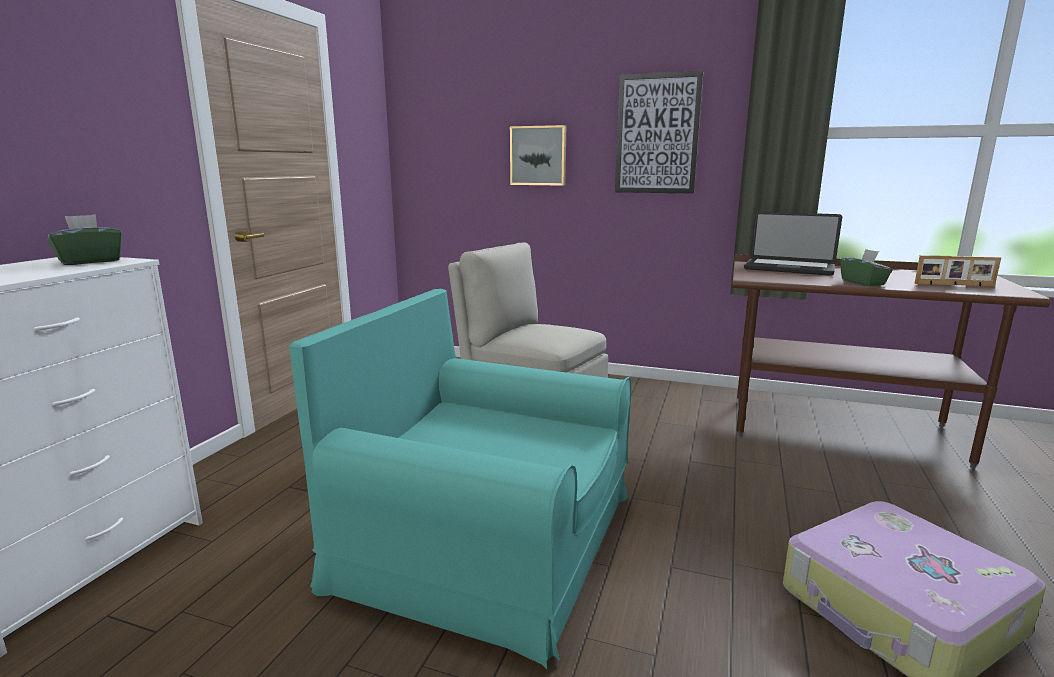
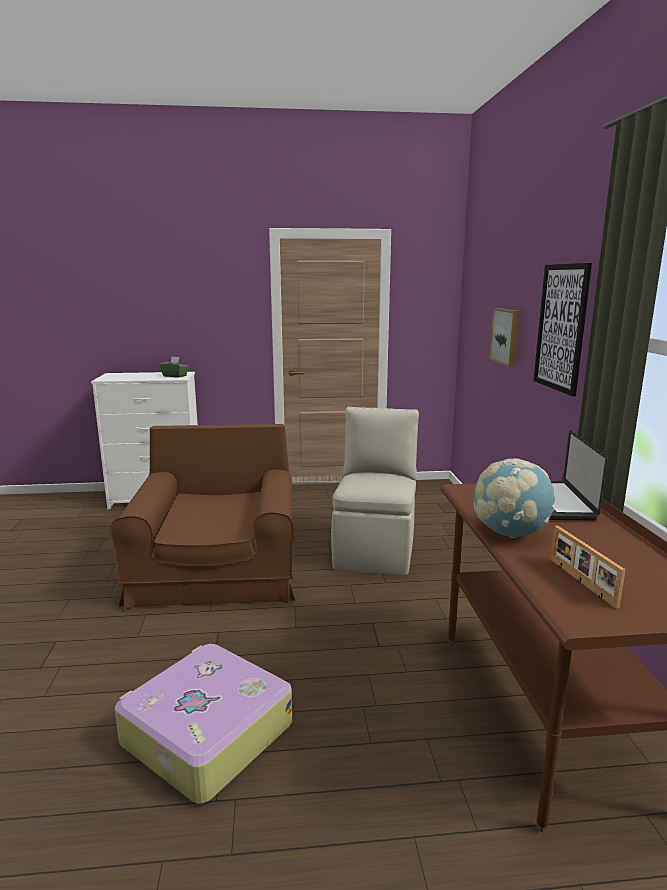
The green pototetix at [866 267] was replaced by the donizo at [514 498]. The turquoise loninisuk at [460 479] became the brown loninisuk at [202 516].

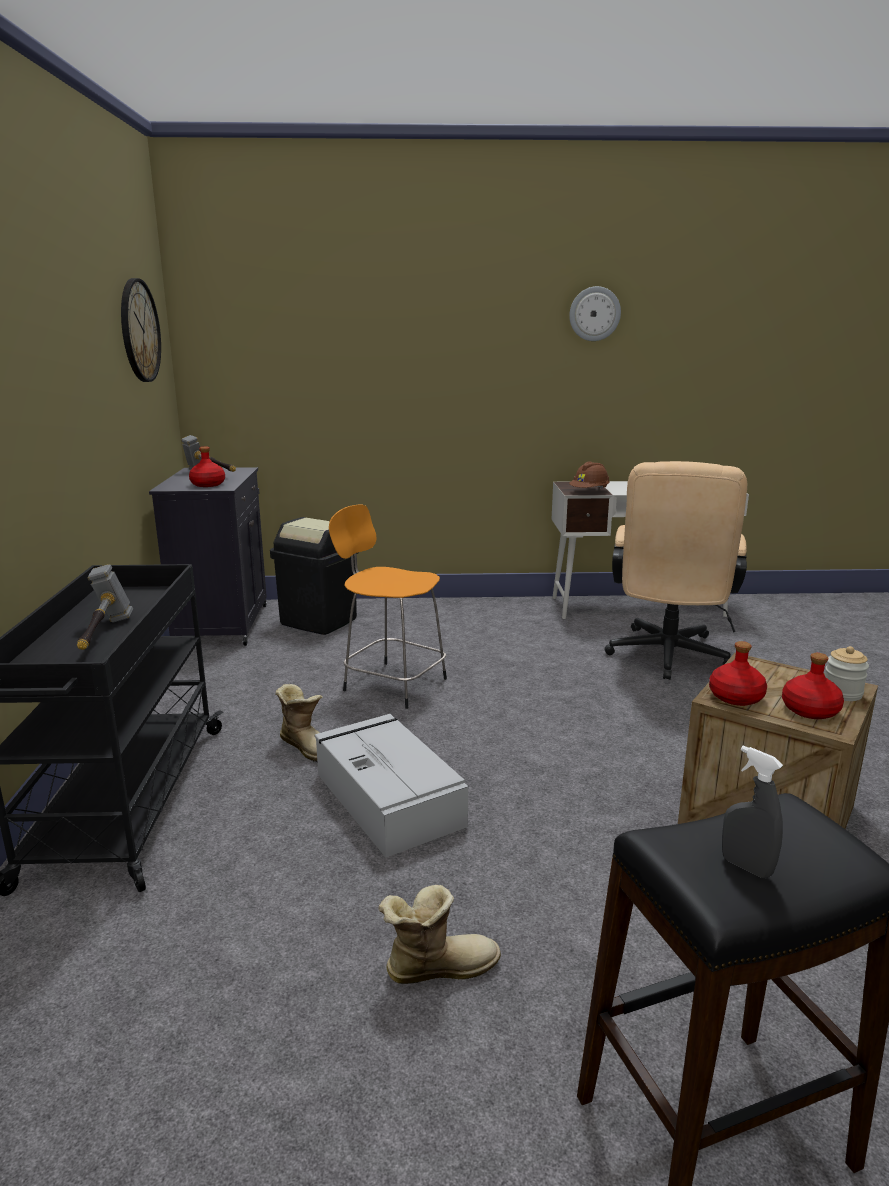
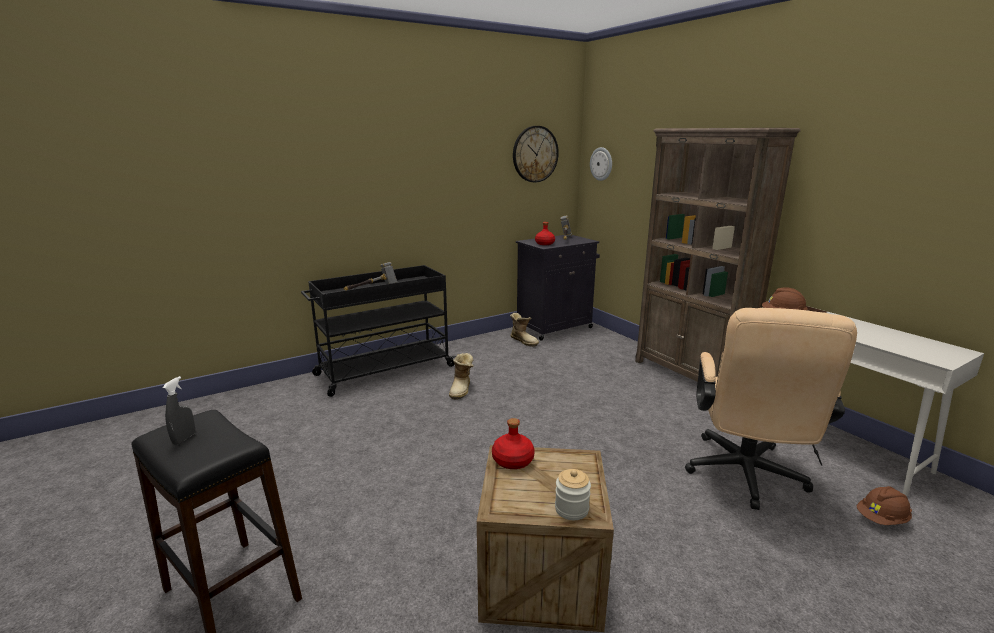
The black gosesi at [314 576] disappeared. The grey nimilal at [391 785] disappeared. The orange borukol at [388 607] disappeared. The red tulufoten at [813 686] disappeared. The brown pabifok at [718 255] appeared. The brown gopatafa at [884 505] appeared. The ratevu moved from [439 934] to [524 330]. The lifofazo moved from [595 313] to [601 164]. The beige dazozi at [675 570] turned 60 degrees counterclockwise.

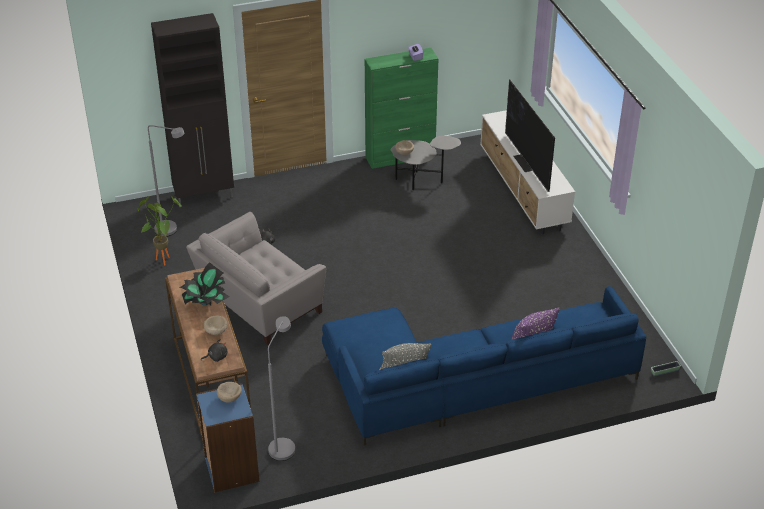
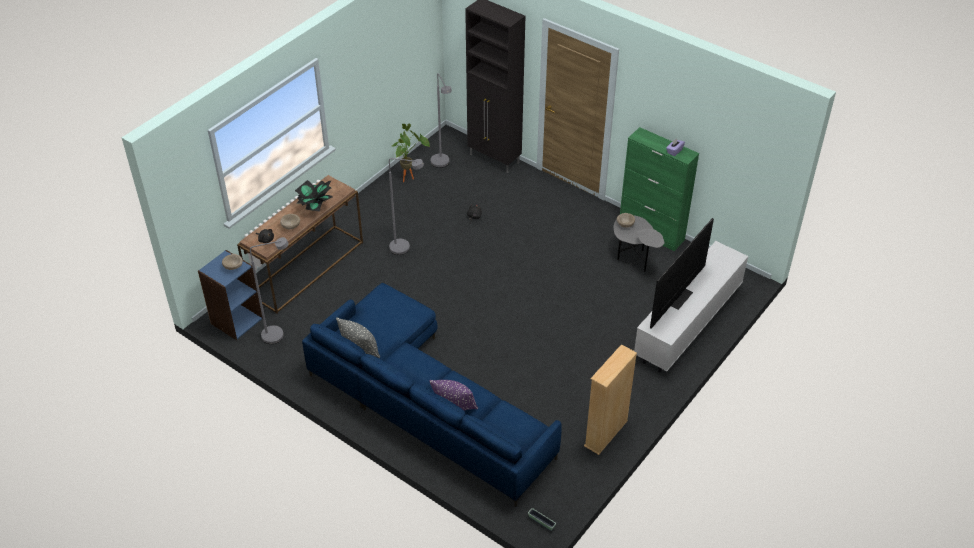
The beige pabifok at [610 399] appeared. The grey loninisuk at [256 278] was replaced by the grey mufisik at [406 206].

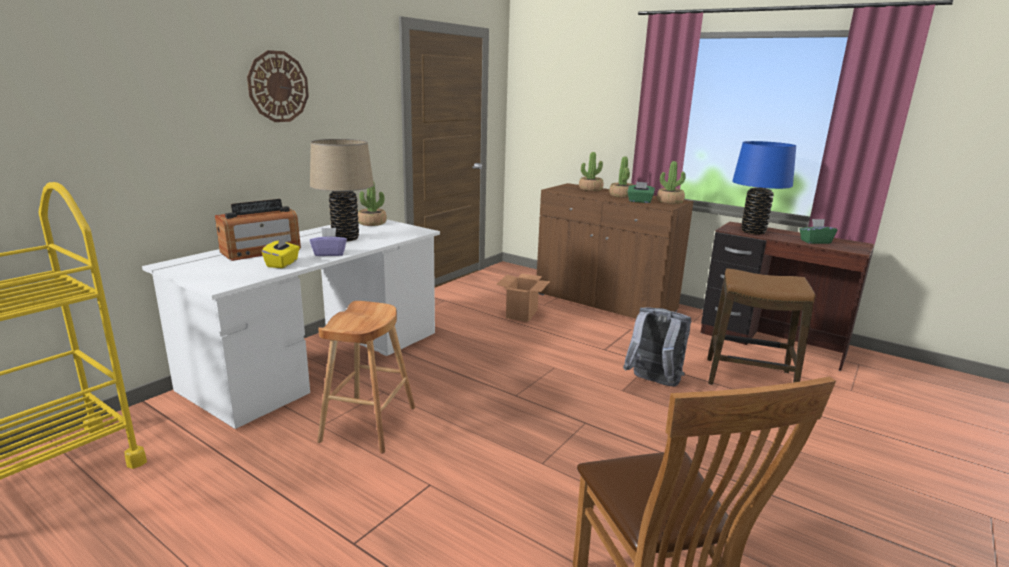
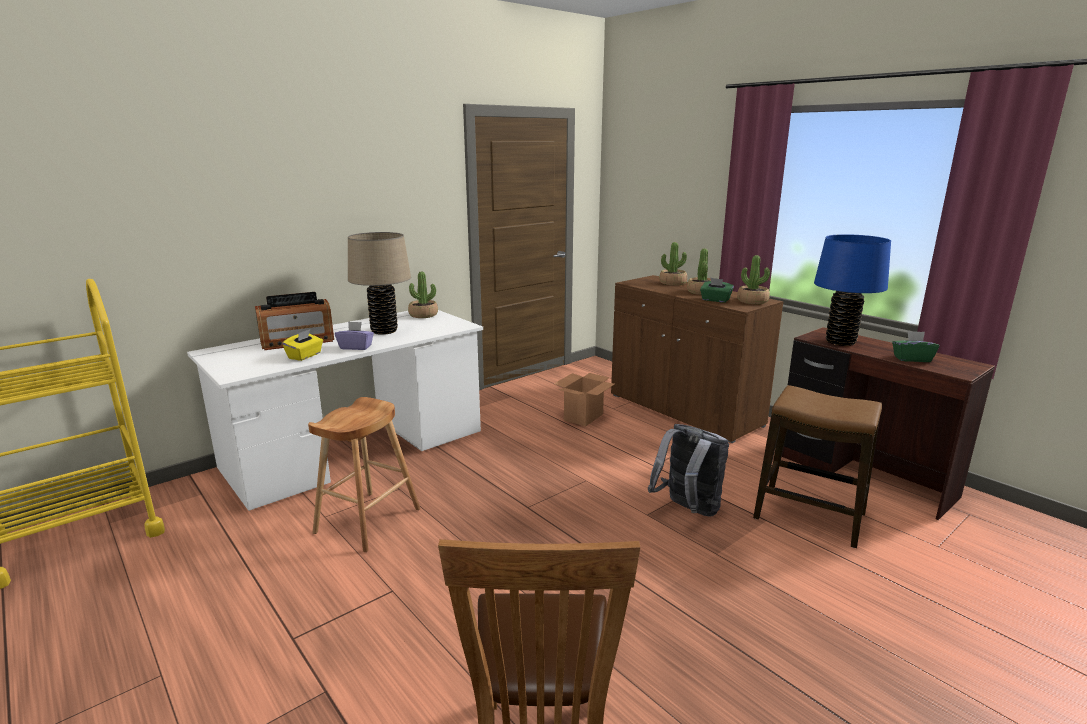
The lifofazo at [278 86] disappeared.

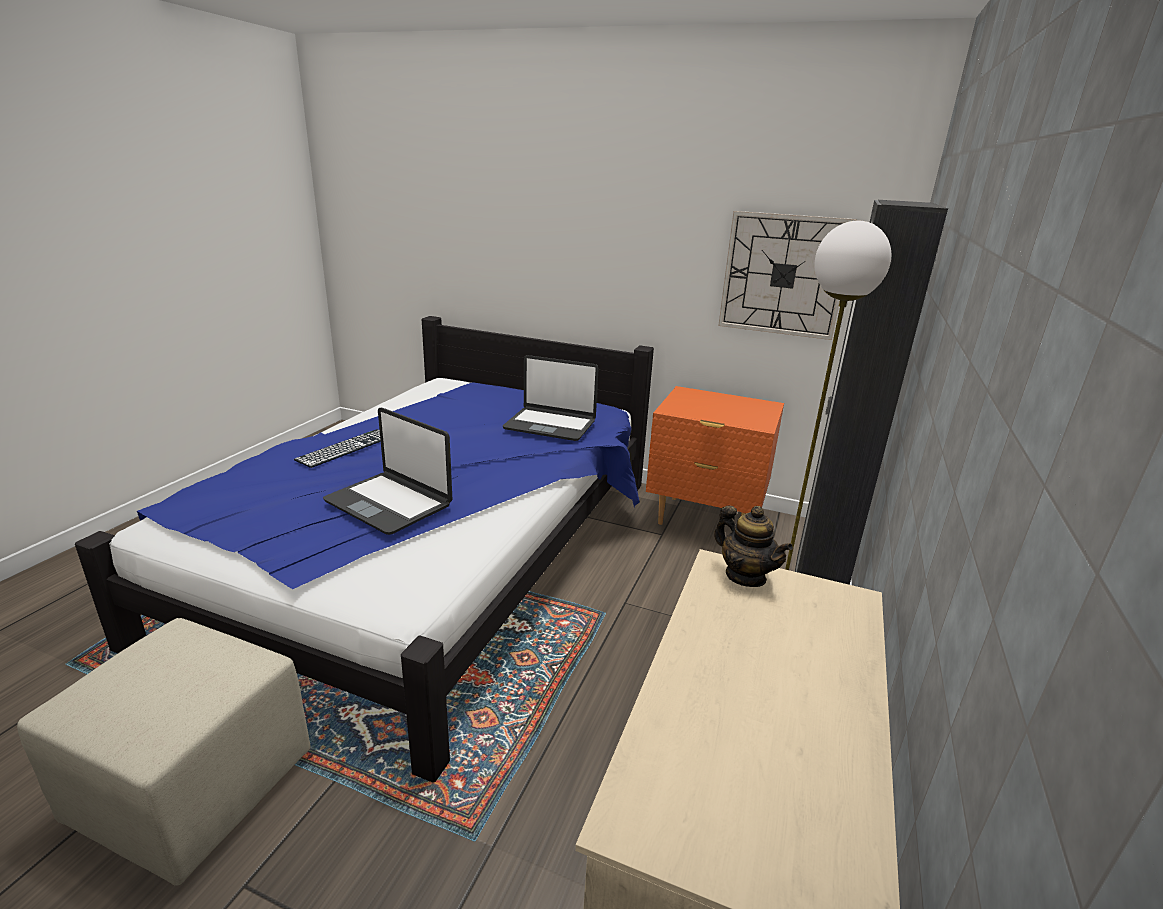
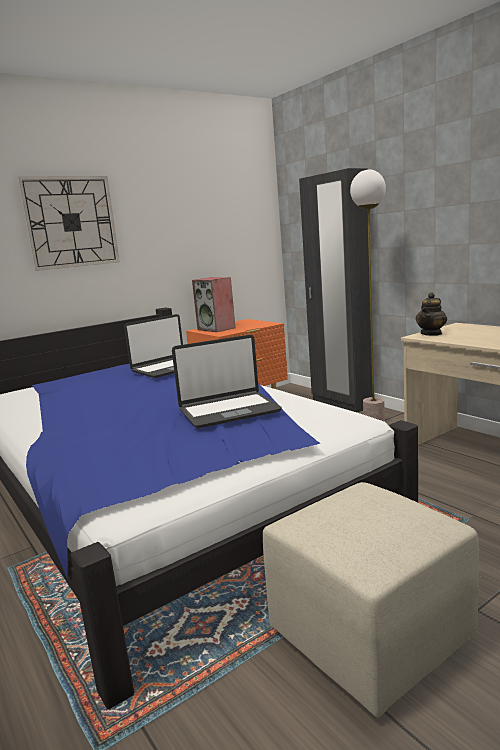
The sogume at [337 448] disappeared. The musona at [213 304] appeared. The lifofazo moved from [787 275] to [68 223]. The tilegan at [753 546] turned 135 degrees clockwise.

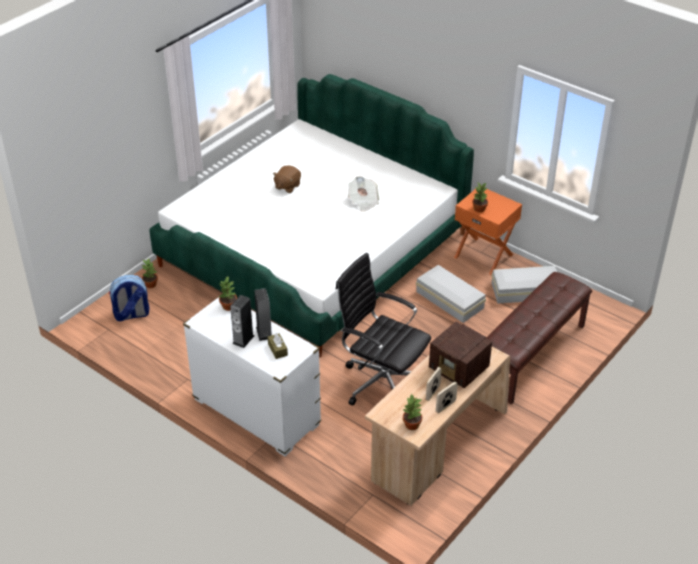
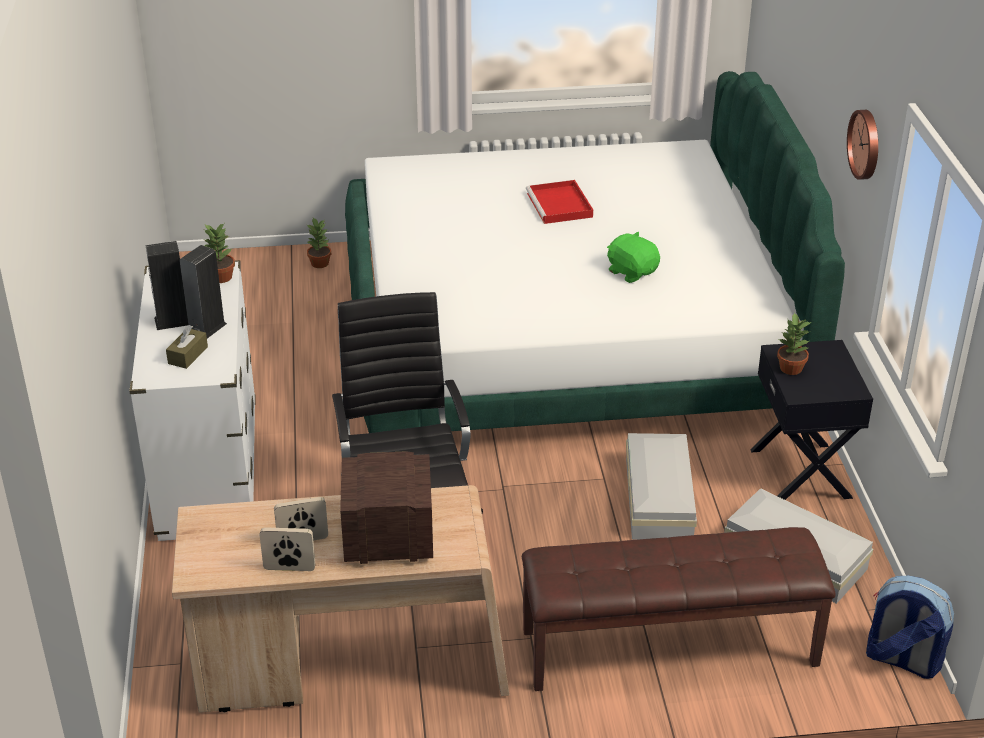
The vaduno at [412 412] disappeared. The lifofazo at [862 145] appeared. The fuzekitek moved from [129 298] to [910 627]. The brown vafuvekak at [287 179] was replaced by the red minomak at [559 202]. The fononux at [363 194] was replaced by the green vafuvekak at [633 257]. The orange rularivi at [488 232] became the black rularivi at [811 420]. The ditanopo at [460 355] turned 90 degrees clockwise.

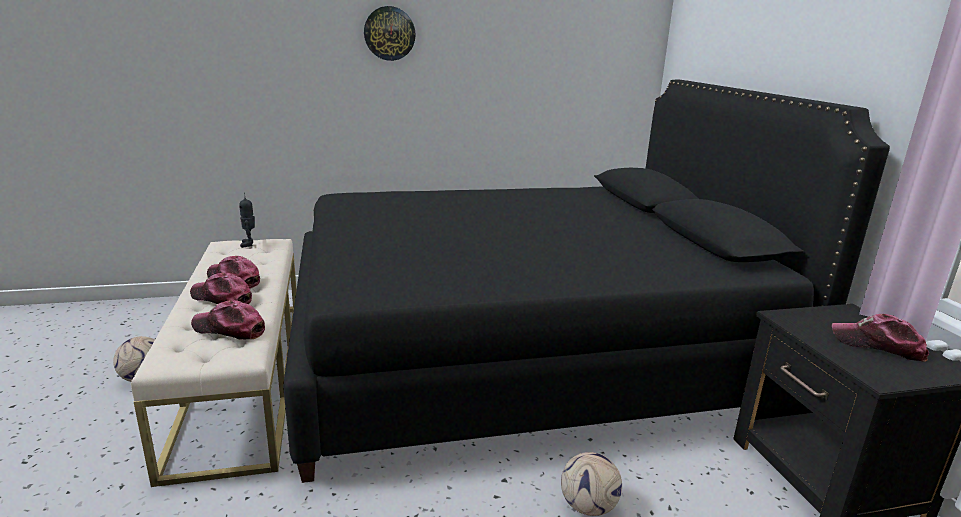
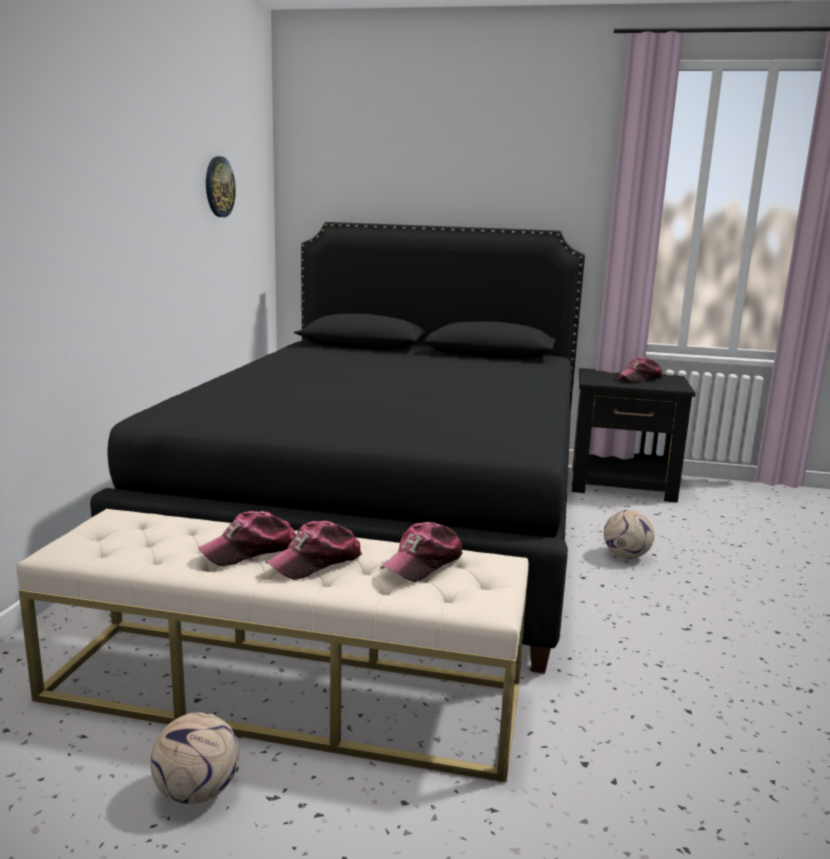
The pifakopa at [247 220] disappeared. The lifofazo moved from [390 33] to [221 186].

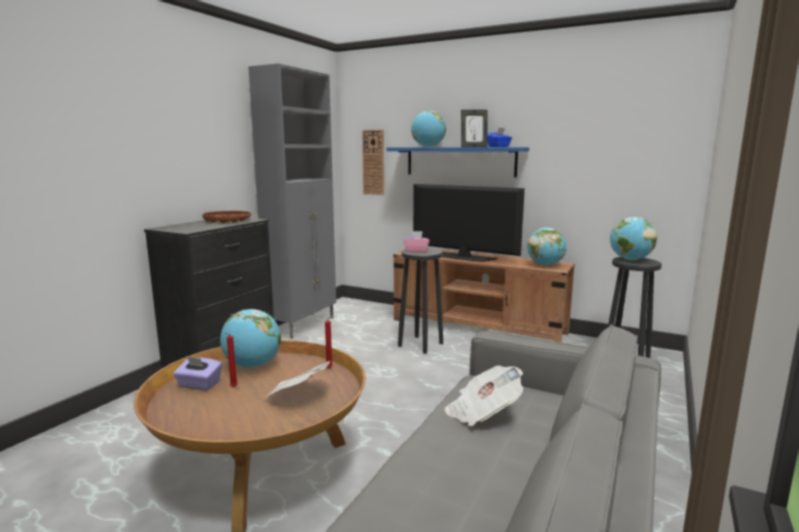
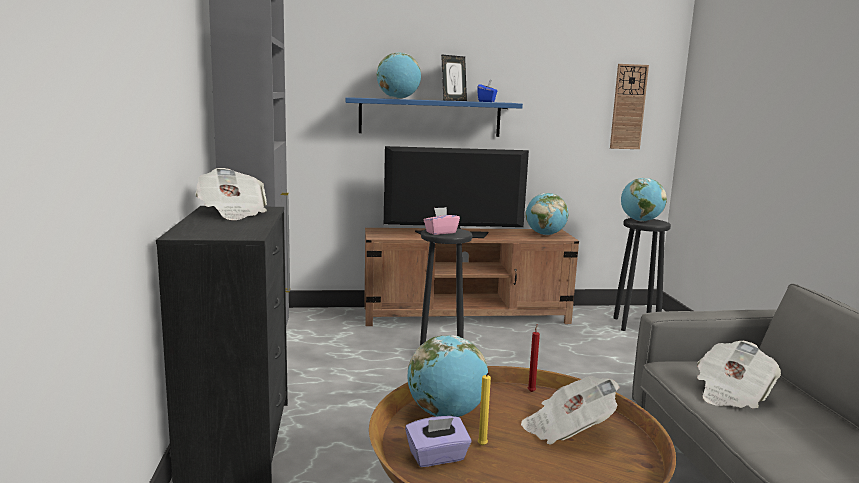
The lifofazo moved from [373 162] to [629 106]. The brown minomak at [226 217] was replaced by the fononux at [231 194]. The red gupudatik at [231 360] became the yellow gupudatik at [484 409].

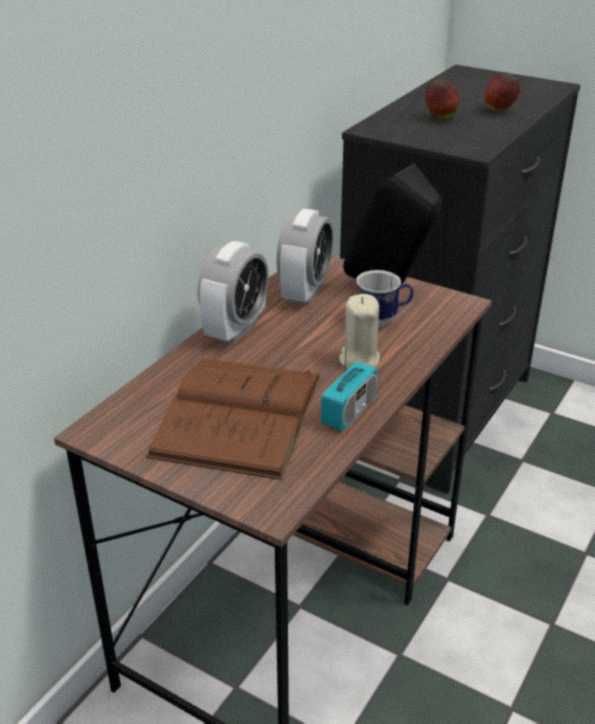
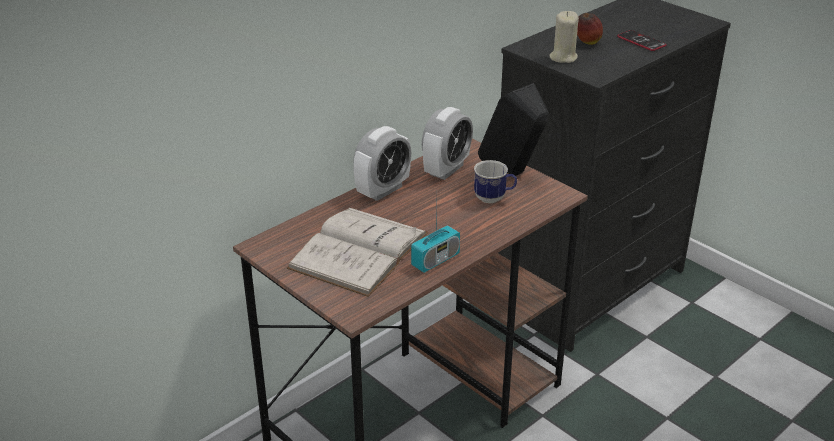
The beige gupudatik moved from [359 331] to [564 37]. The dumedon at [502 91] was replaced by the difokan at [642 40]. The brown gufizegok at [233 419] became the white gufizegok at [357 252].

